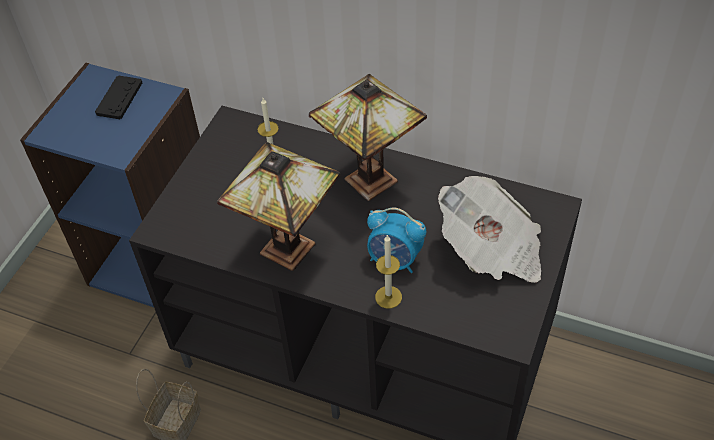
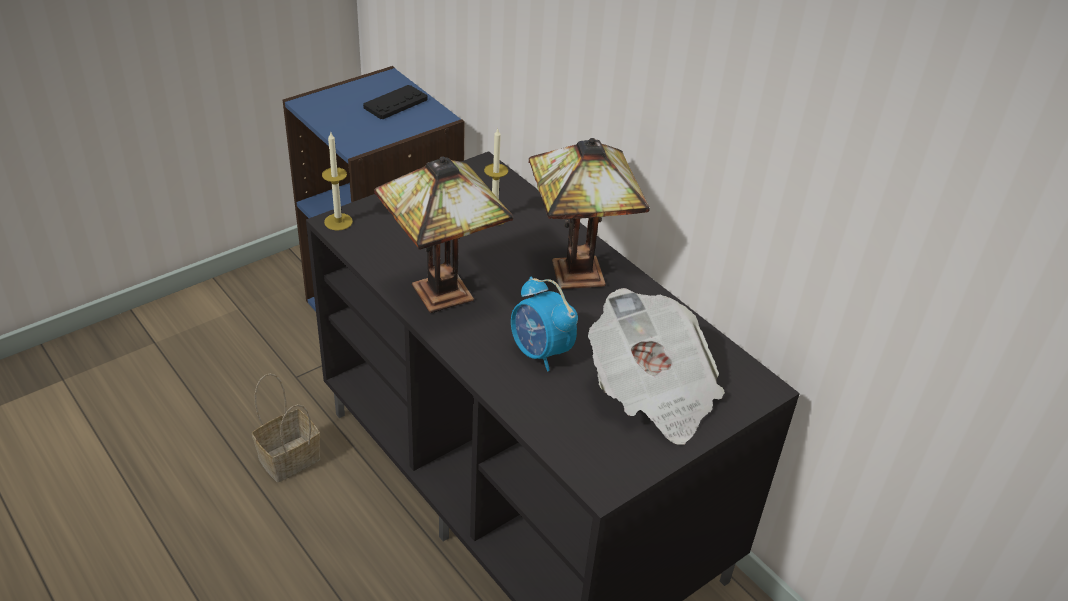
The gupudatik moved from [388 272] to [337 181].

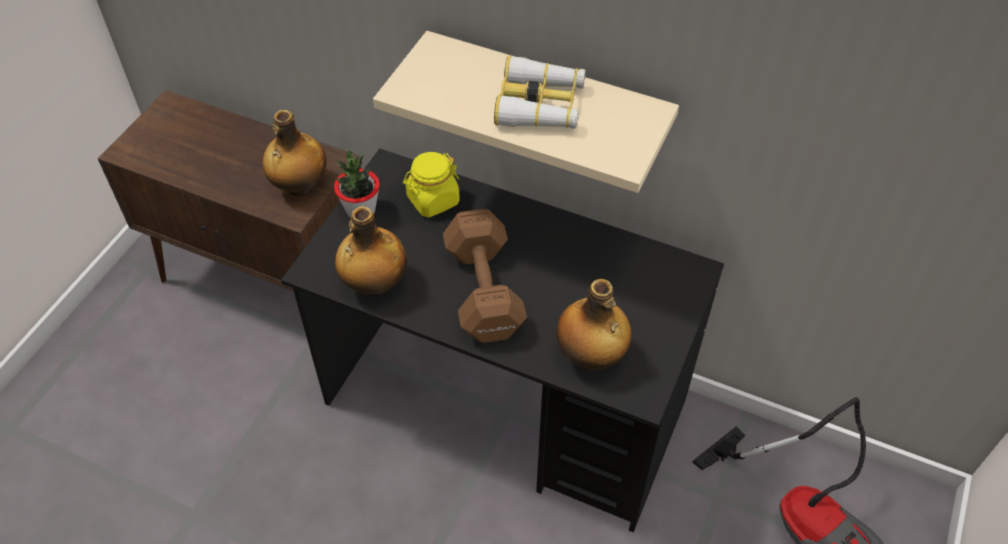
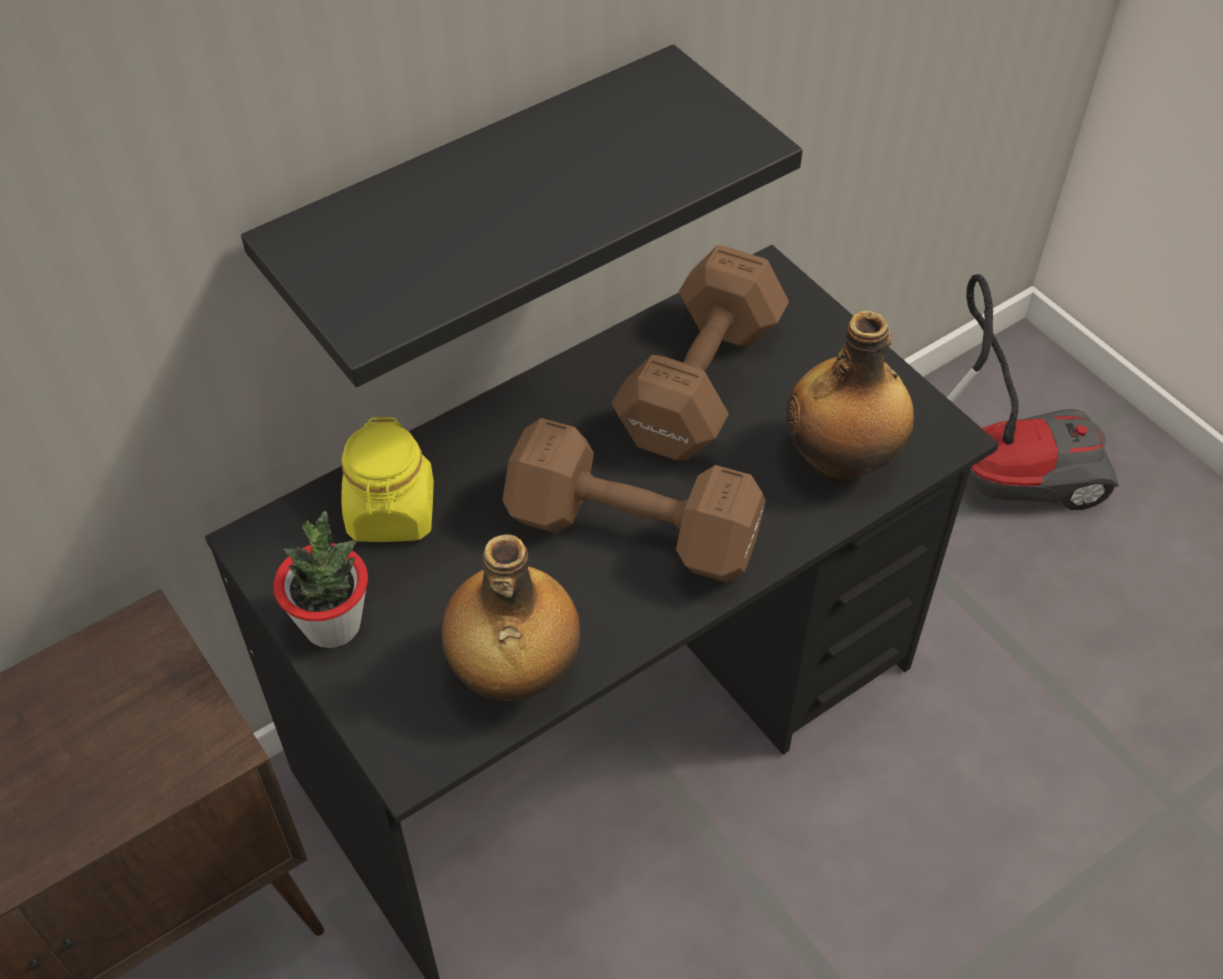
The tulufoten at [294 153] disappeared. The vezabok at [540 92] disappeared. The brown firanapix at [700 353] appeared. The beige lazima at [526 112] became the black lazima at [522 215].

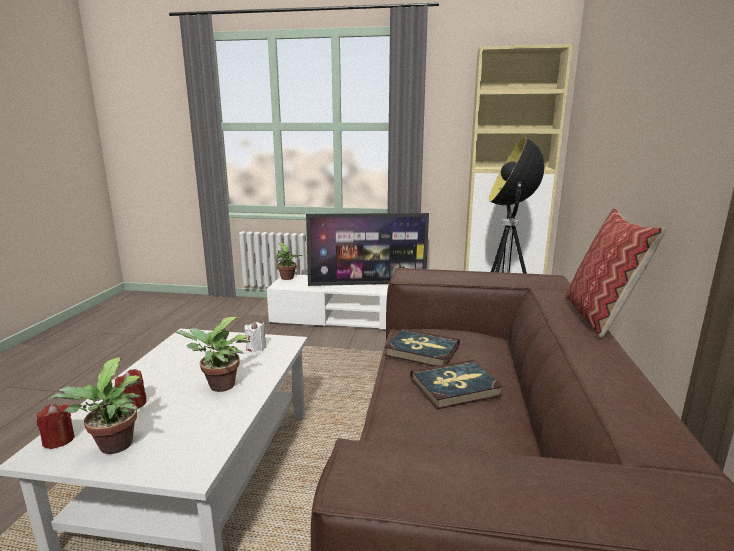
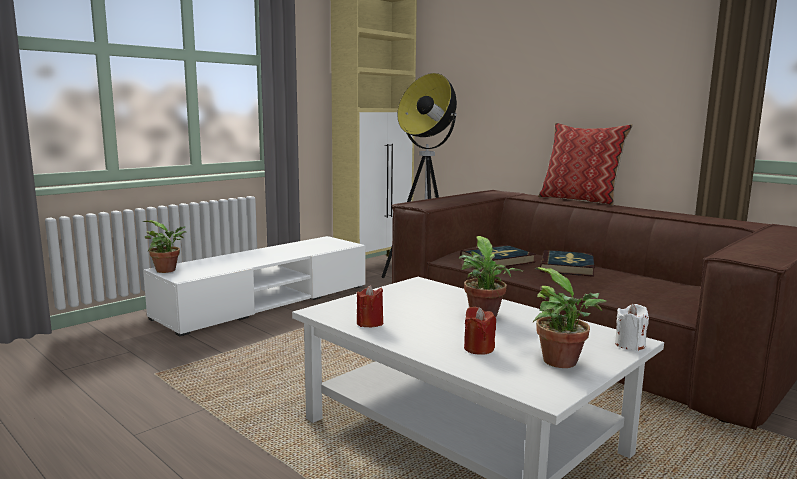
The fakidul at [367 249] disappeared. The red gupudatik moved from [55 426] to [370 306]. The white gupudatik moved from [255 336] to [632 327].

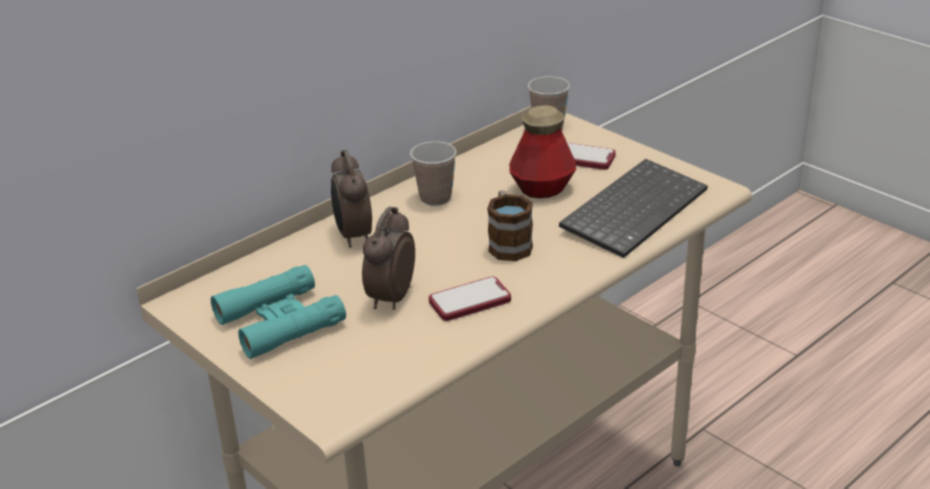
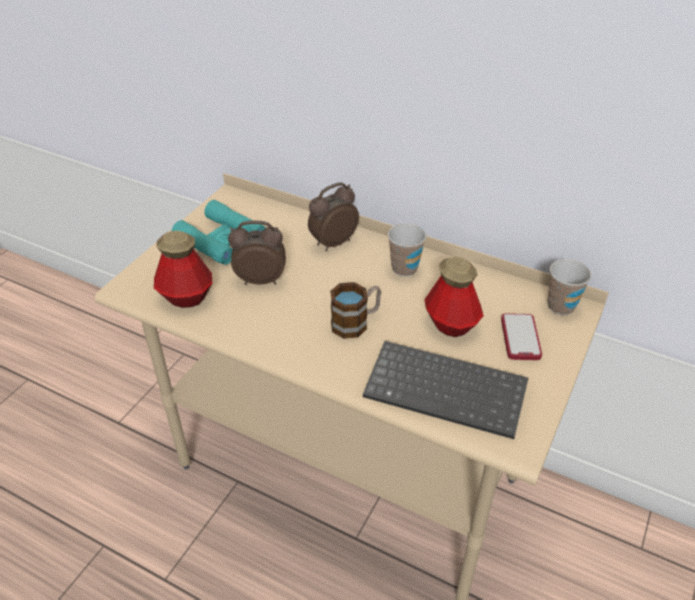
The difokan at [470 299] disappeared. The tulufoten at [183 269] appeared.

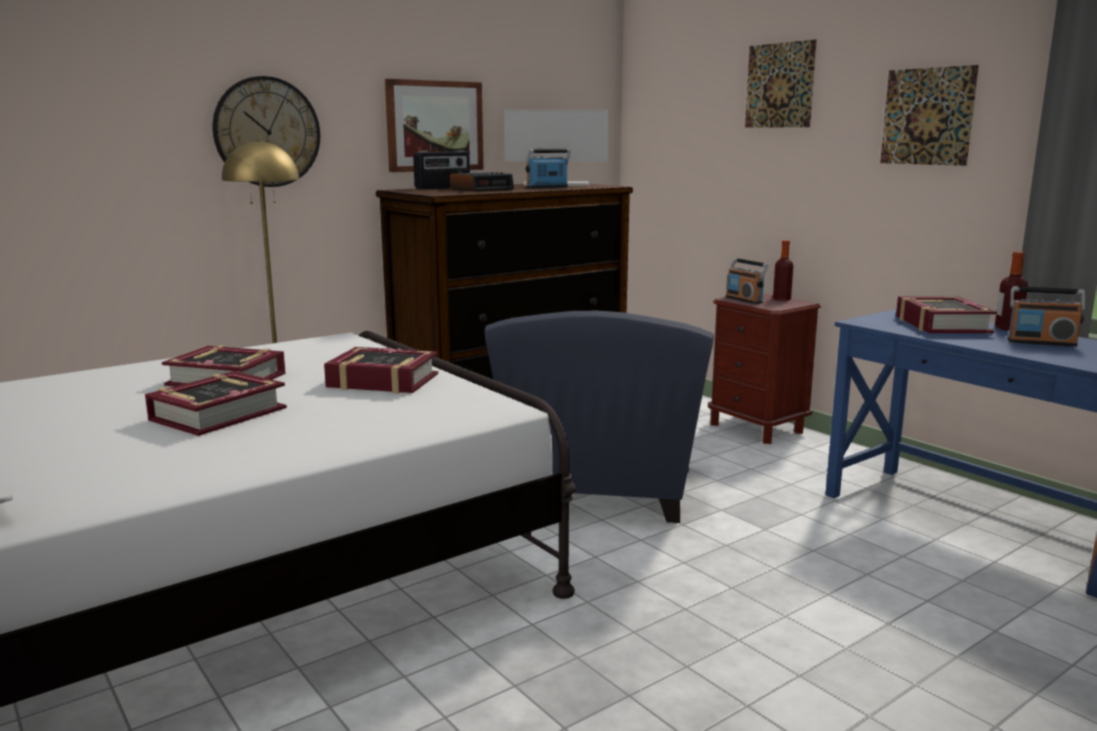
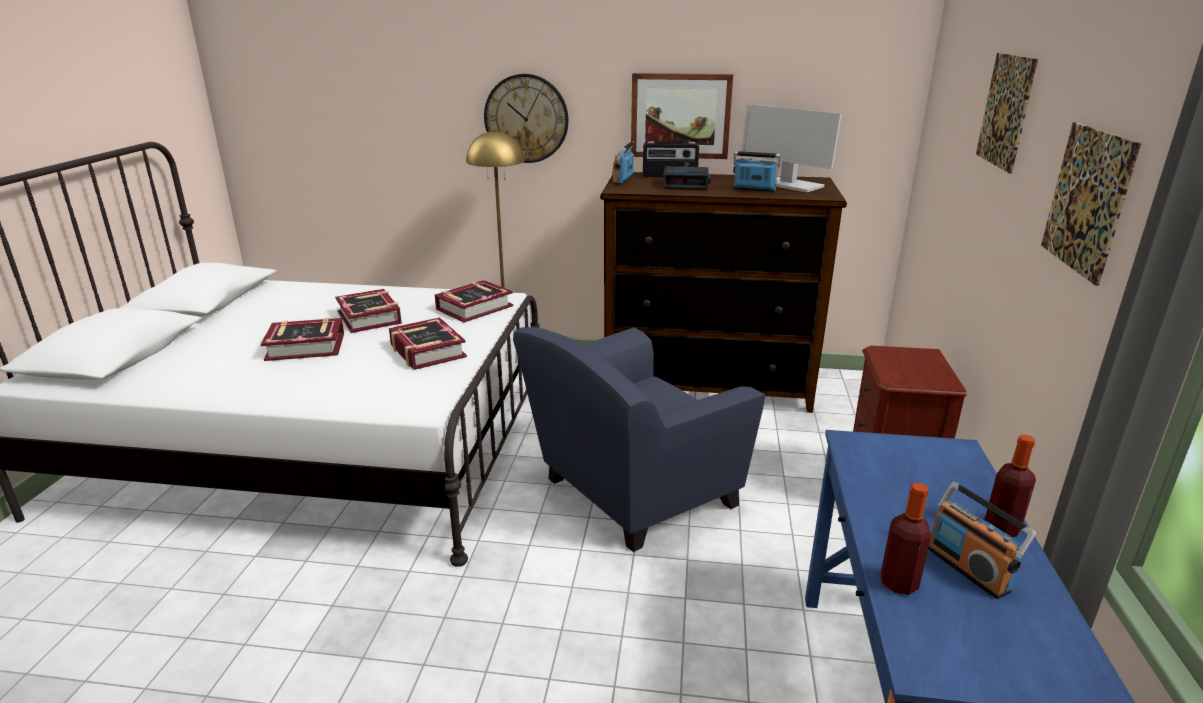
The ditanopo moved from [747 281] to [623 163]. The tulufoten moved from [783 270] to [906 539]. The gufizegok moved from [946 314] to [474 301].

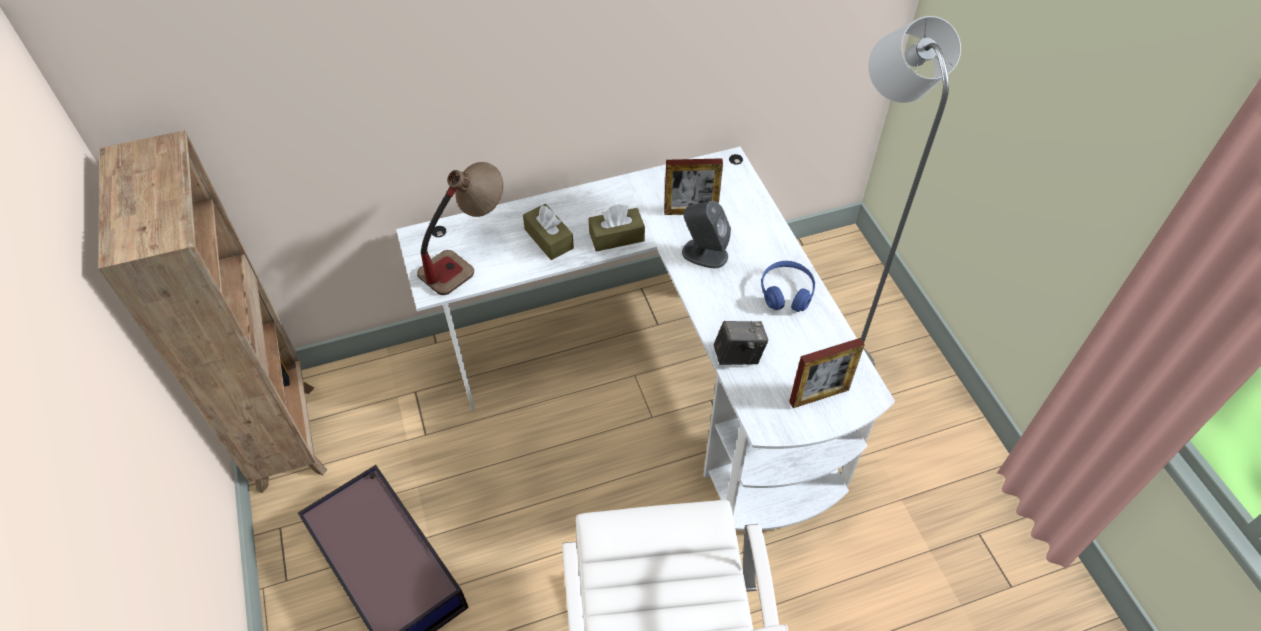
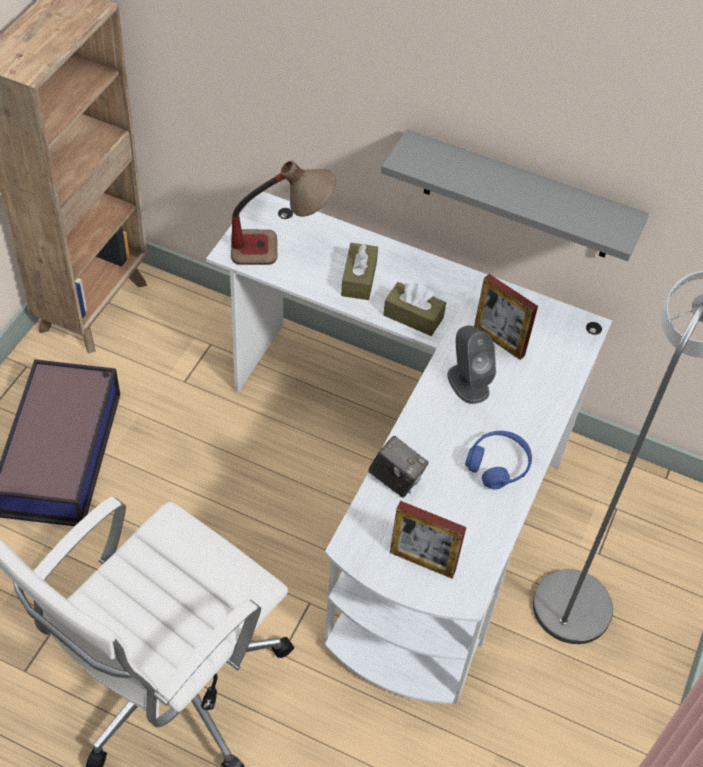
The grey lazima at [515 195] appeared.

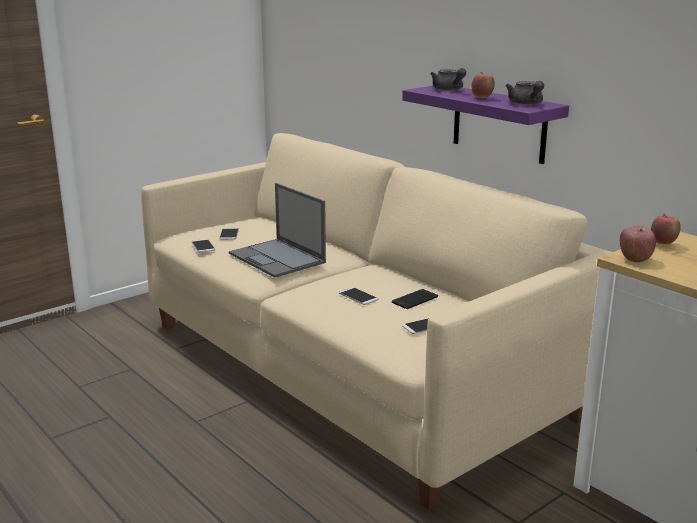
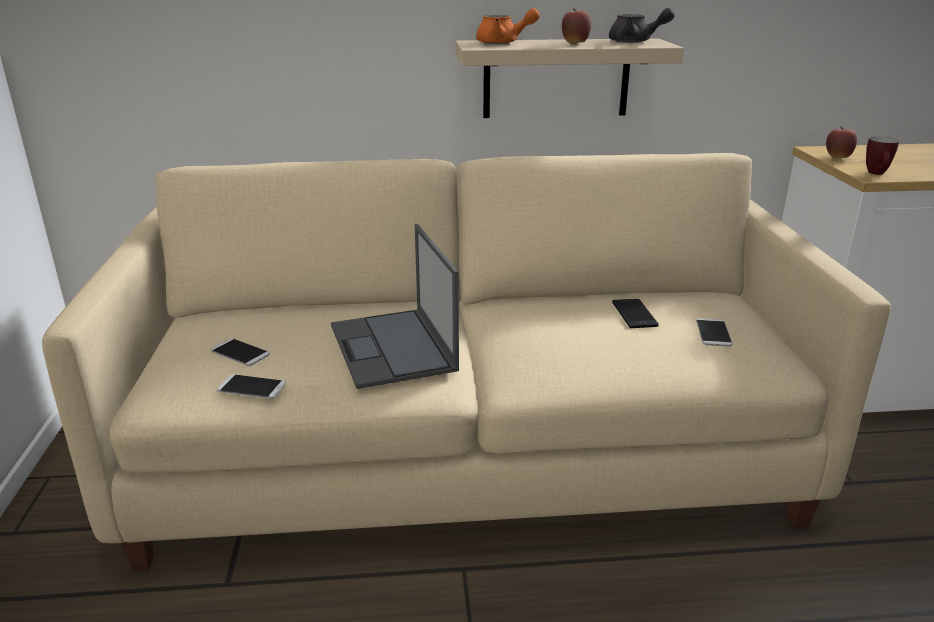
The difokan at [358 296] disappeared. The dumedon at [638 244] was replaced by the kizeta at [882 156]. The purple lazima at [485 125] became the beige lazima at [569 78]. The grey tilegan at [448 79] became the orange tilegan at [508 26]. The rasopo at [277 230] turned 75 degrees clockwise.

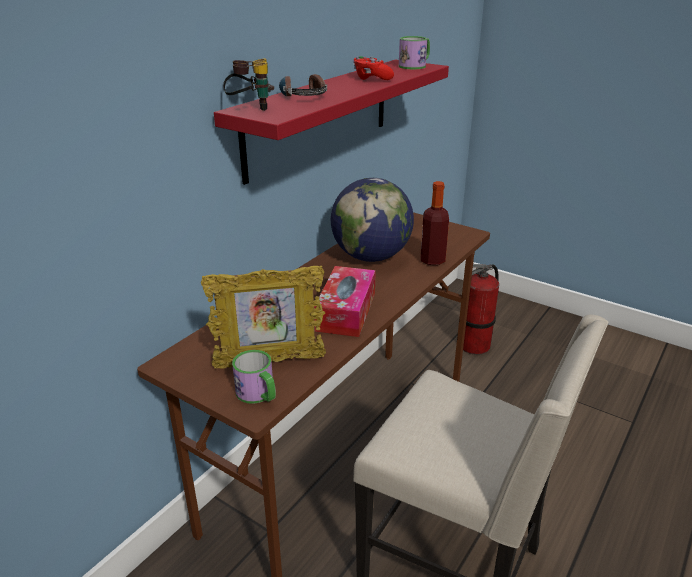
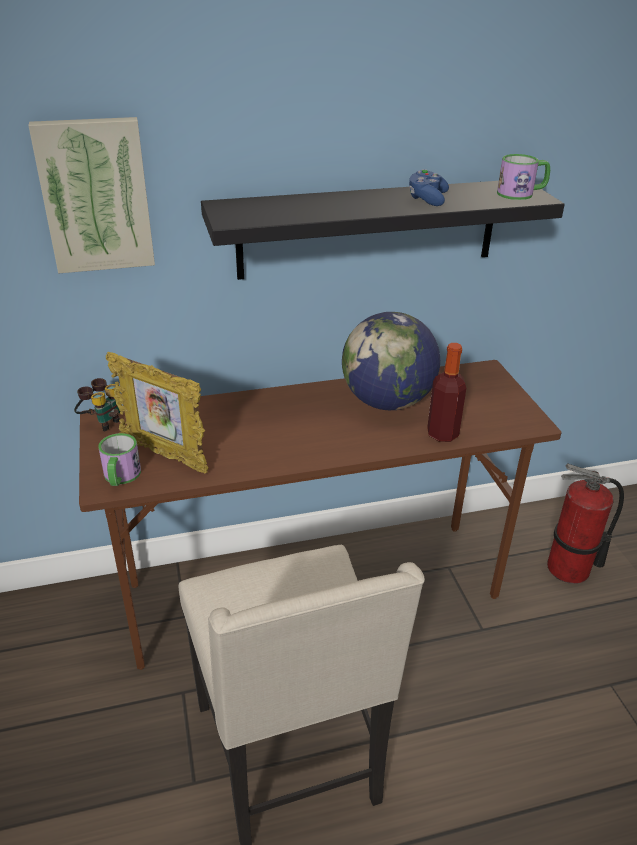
The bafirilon at [303 85] disappeared. The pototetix at [345 301] disappeared. The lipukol at [91 195] appeared. The vezabok moved from [248 85] to [97 404]. The red lazima at [331 122] became the black lazima at [383 230]. The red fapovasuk at [373 68] became the blue fapovasuk at [429 187].

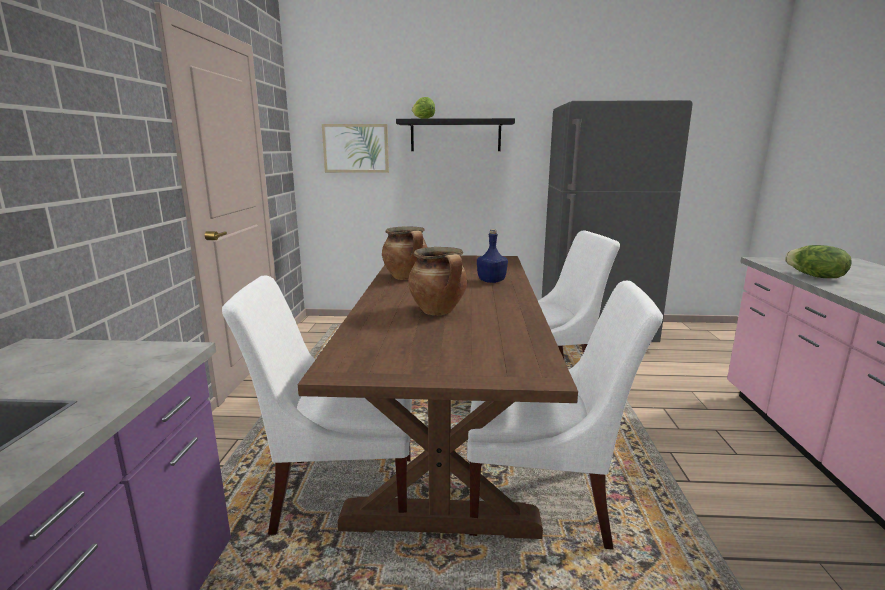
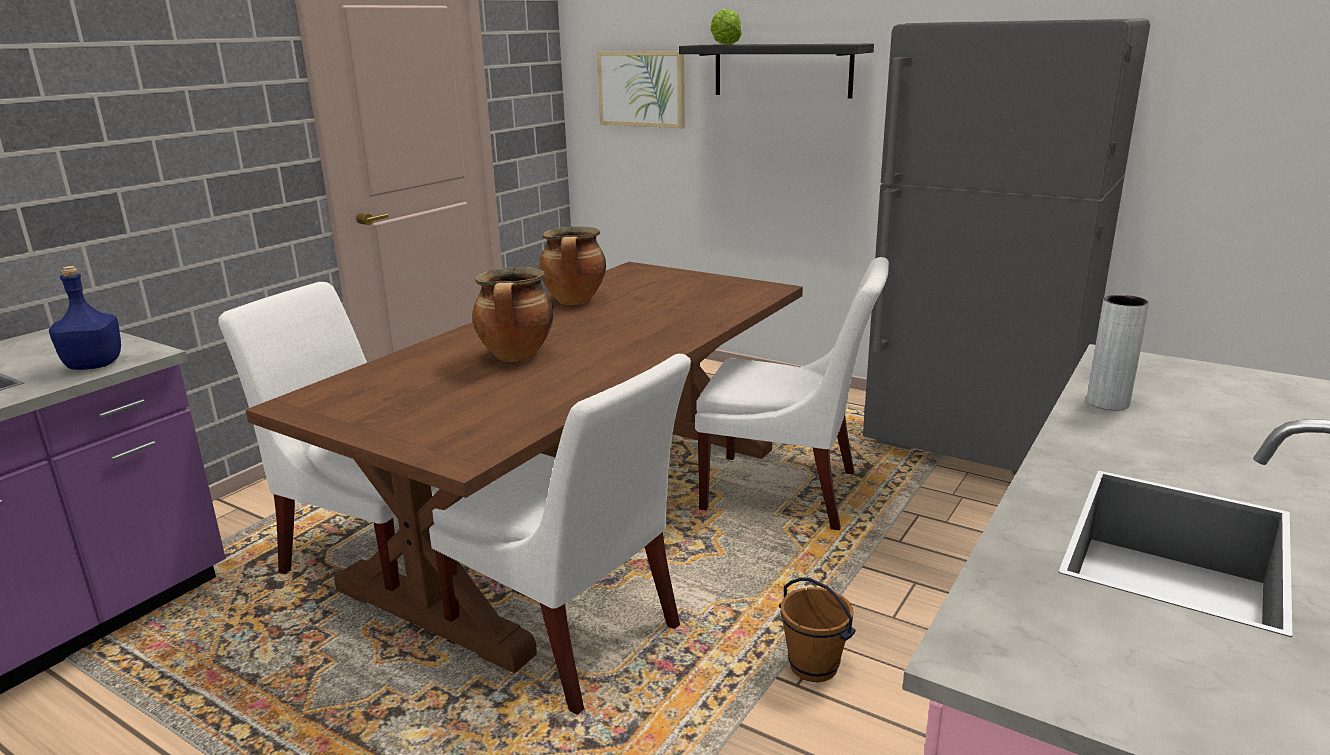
The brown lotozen at [817 630] appeared. The blue tulufoten moved from [492 256] to [85 318]. The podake at [818 261] was replaced by the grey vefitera at [1118 352].

